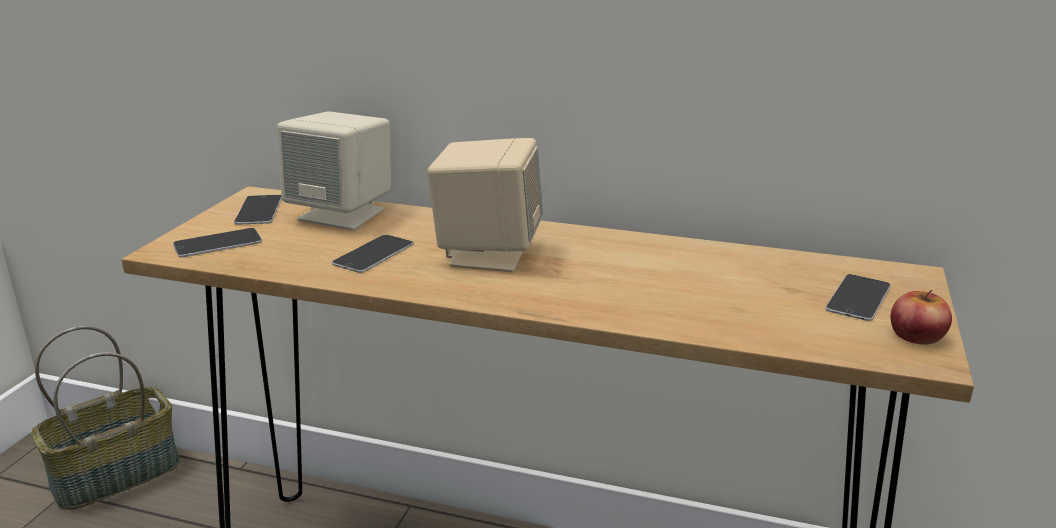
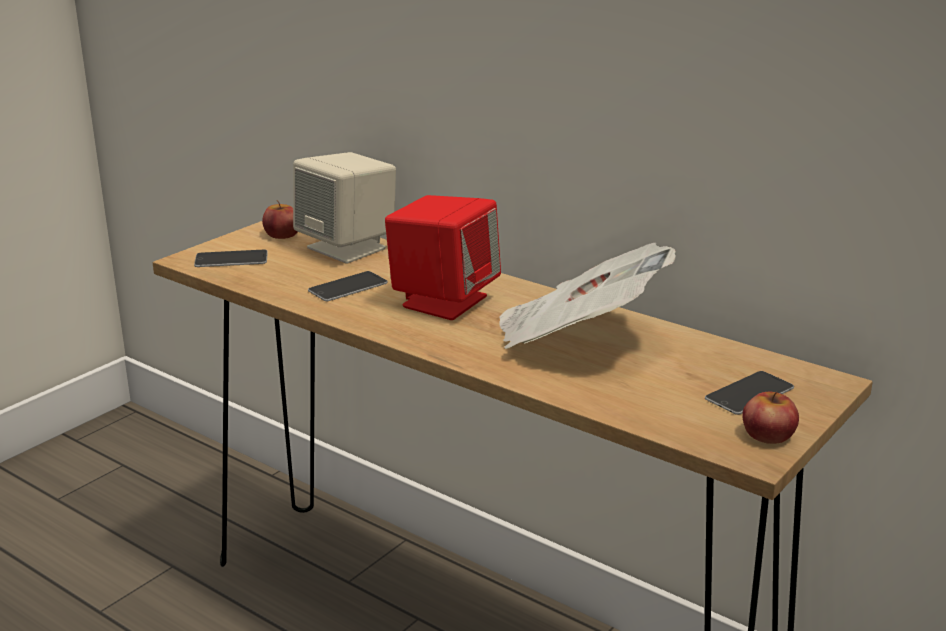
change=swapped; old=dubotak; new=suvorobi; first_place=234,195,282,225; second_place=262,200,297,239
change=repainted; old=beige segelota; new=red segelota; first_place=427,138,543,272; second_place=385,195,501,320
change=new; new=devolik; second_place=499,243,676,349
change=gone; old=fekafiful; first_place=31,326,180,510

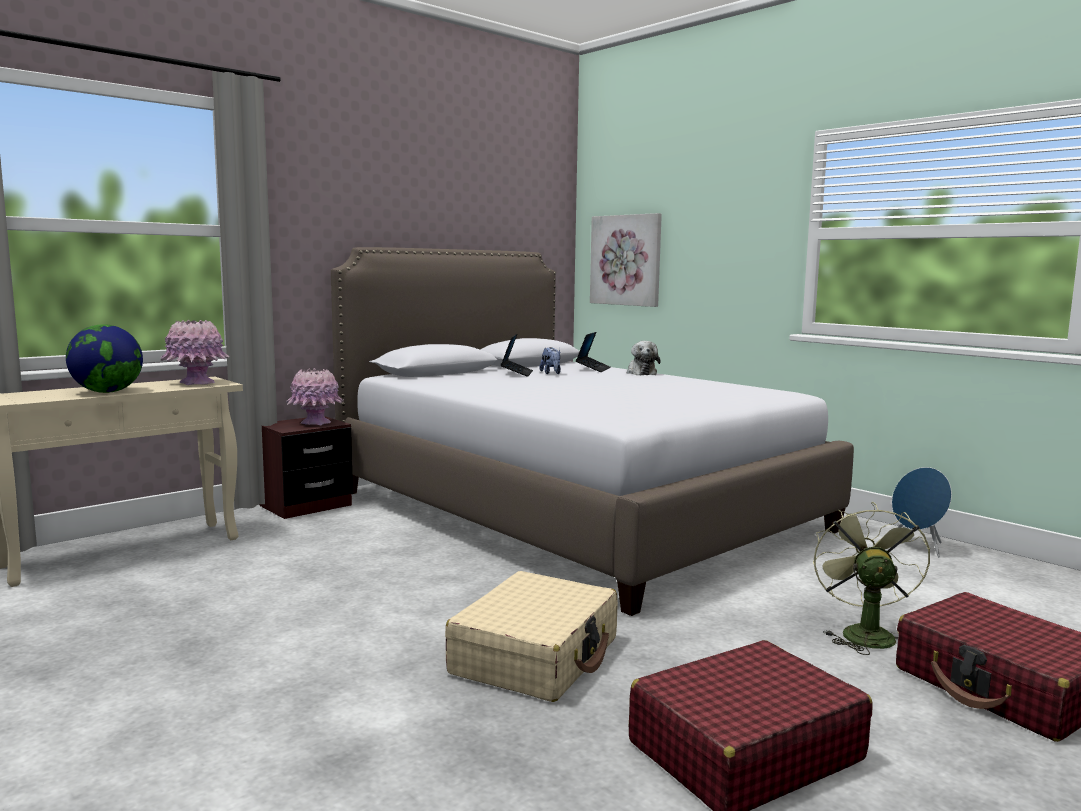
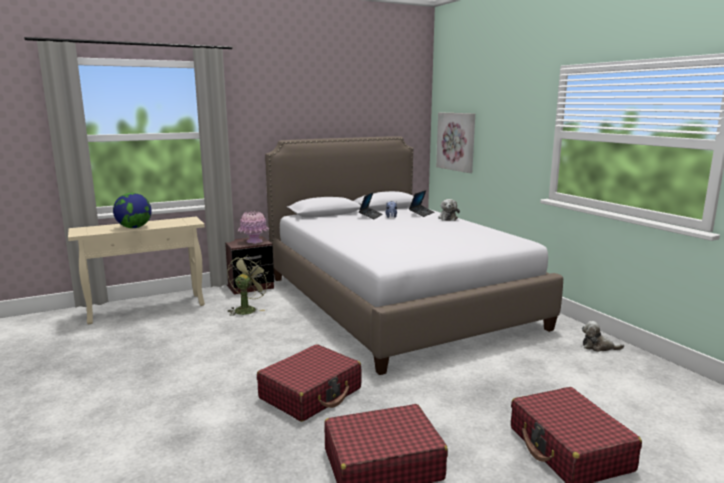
change=shifted; old=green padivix; first_place=813,502,930,655; second_place=227,255,269,316
change=repainted; old=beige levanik; new=red levanik; first_place=445,571,618,702; second_place=257,344,361,422
change=swapped; old=blue segelota; new=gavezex; first_place=892,467,952,558; second_place=582,321,624,352
change=gone; old=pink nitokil; first_place=161,319,229,385

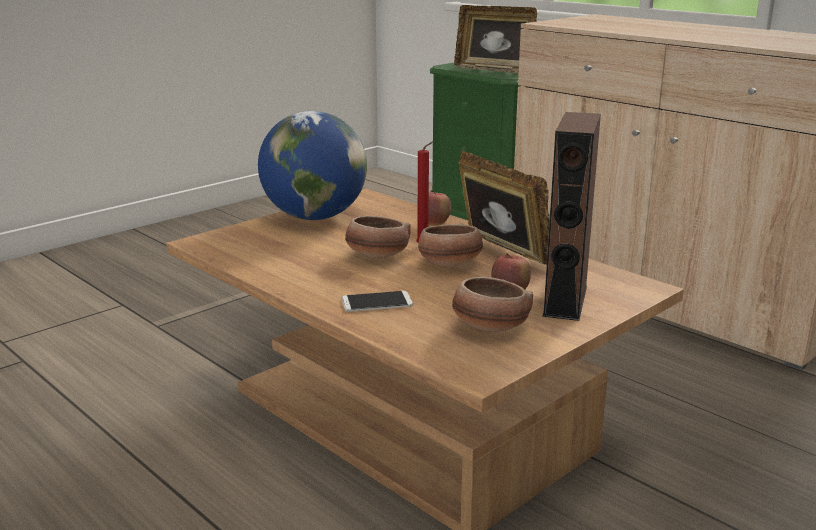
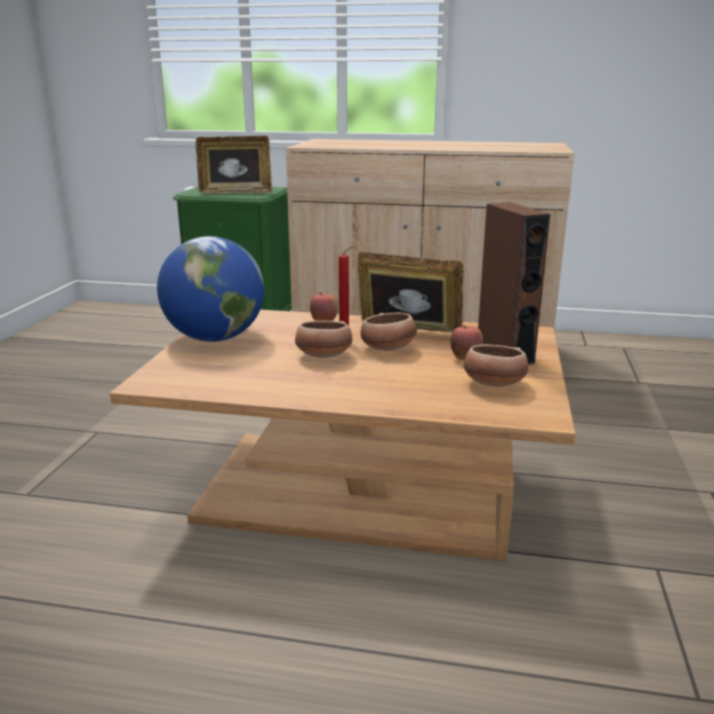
change=gone; old=dubotak; first_place=342,291,413,312

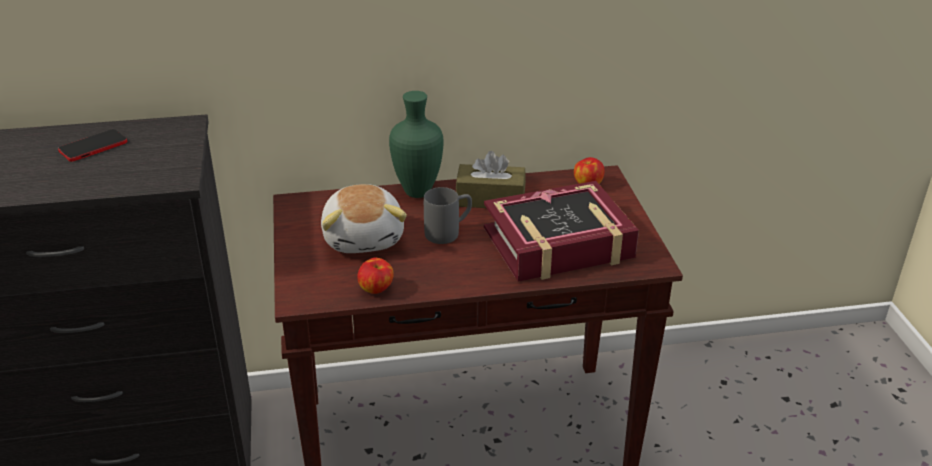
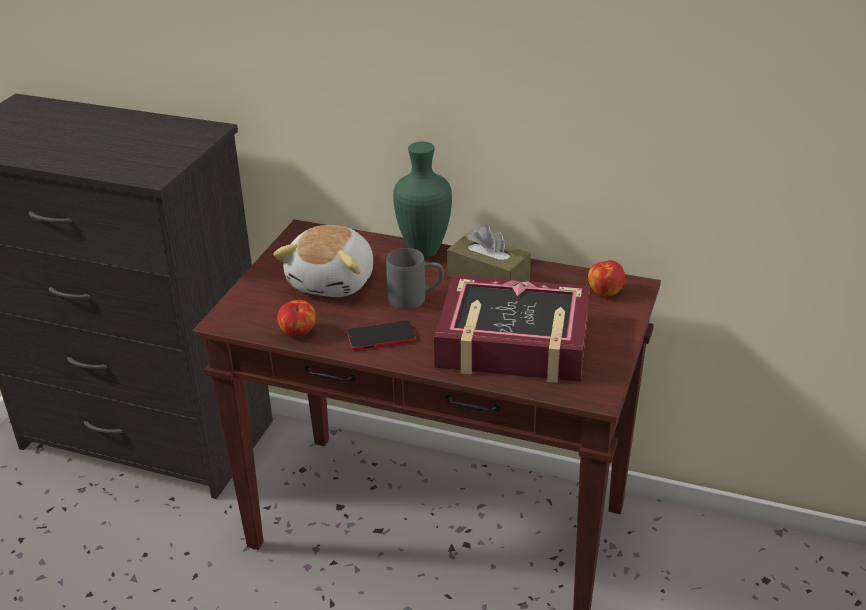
change=shifted; old=dubotak; first_place=58,129,127,162; second_place=347,321,416,351

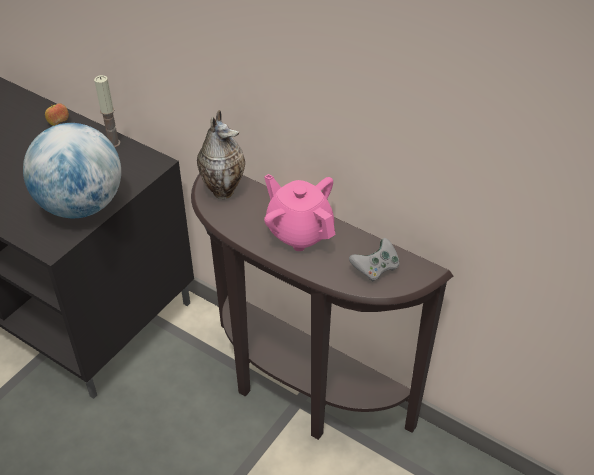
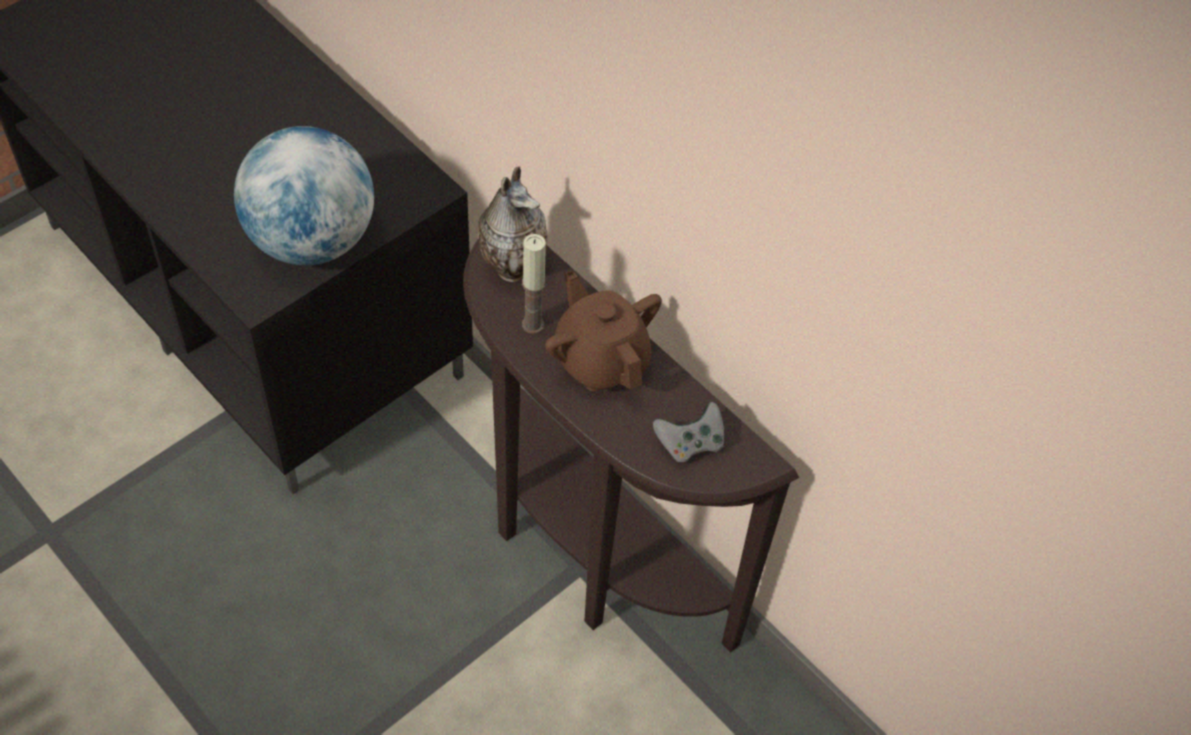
change=shifted; old=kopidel; first_place=94,75,121,147; second_place=522,234,546,334
change=repainted; old=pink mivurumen; new=brown mivurumen; first_place=264,174,336,251; second_place=545,270,662,391
change=gone; old=suvorobi; first_place=45,103,69,126

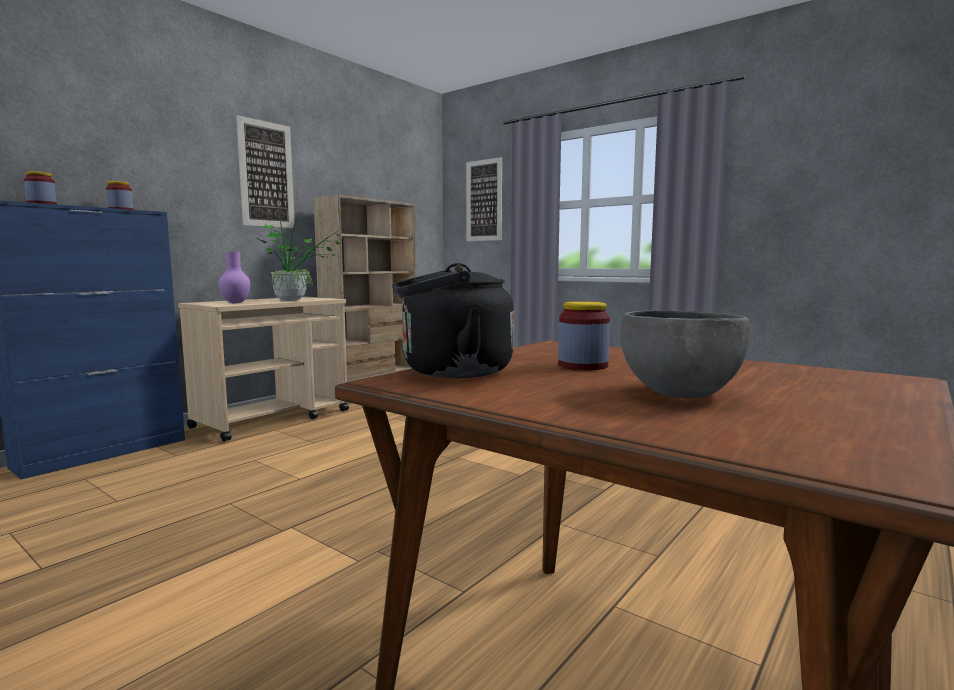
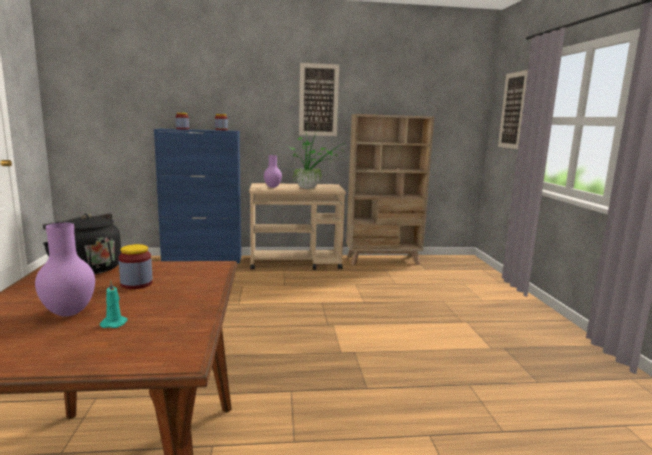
change=swapped; old=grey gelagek; new=purple nitokil; first_place=620,310,751,398; second_place=35,223,95,317
change=new; new=turquoise kopidel; second_place=100,280,128,328

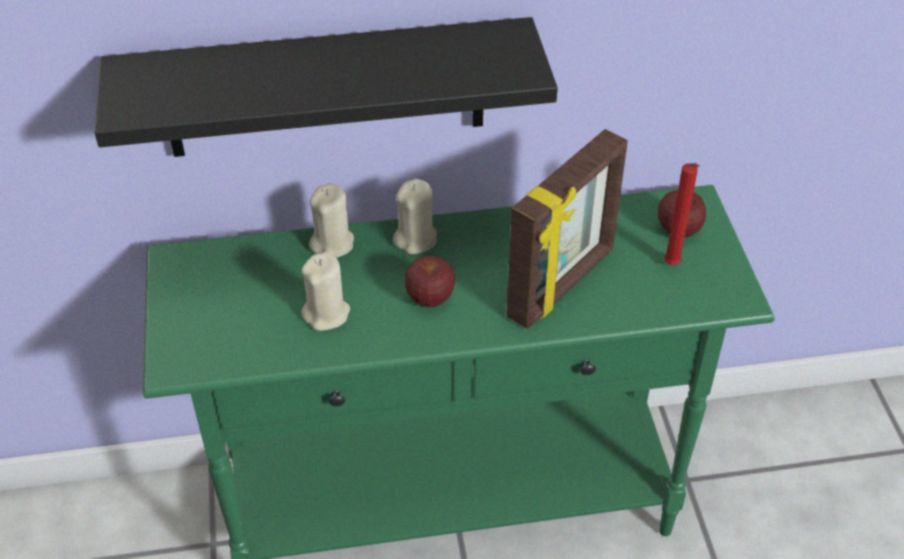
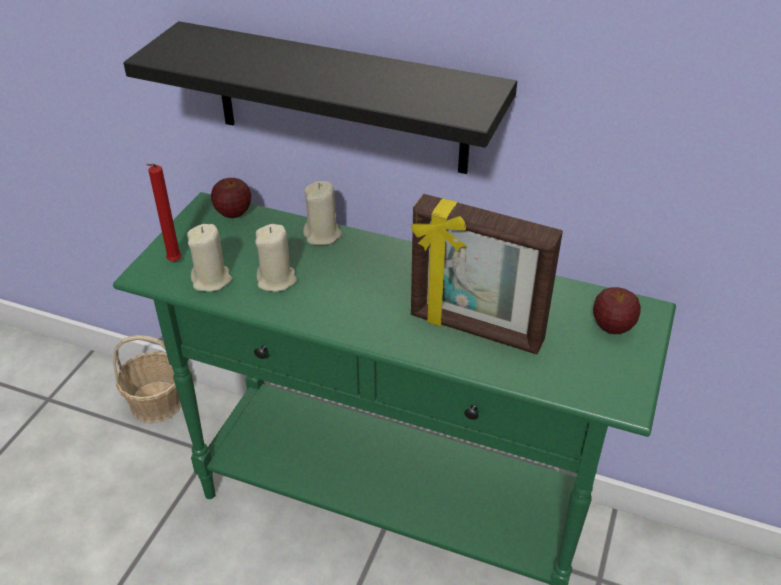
change=new; new=fekafiful; second_place=113,335,181,423
change=shifted; old=red kopidel; first_place=664,163,700,265; second_place=147,164,182,261
change=shifted; old=beige kopidel; first_place=393,179,437,254; second_place=187,224,232,292
change=shifted; old=suvorobi; first_place=405,256,455,307; second_place=211,178,251,218
change=rotated; old=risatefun; first_place=506,129,628,329; second_place=411,194,563,354; degrees=45

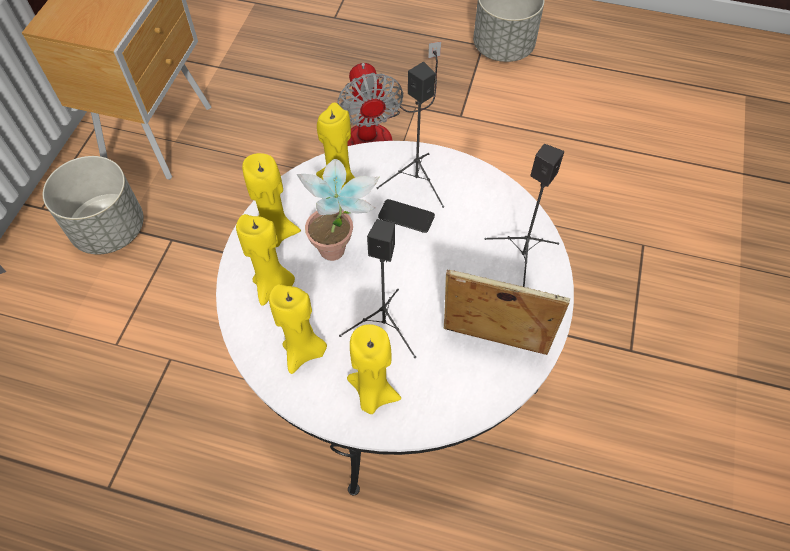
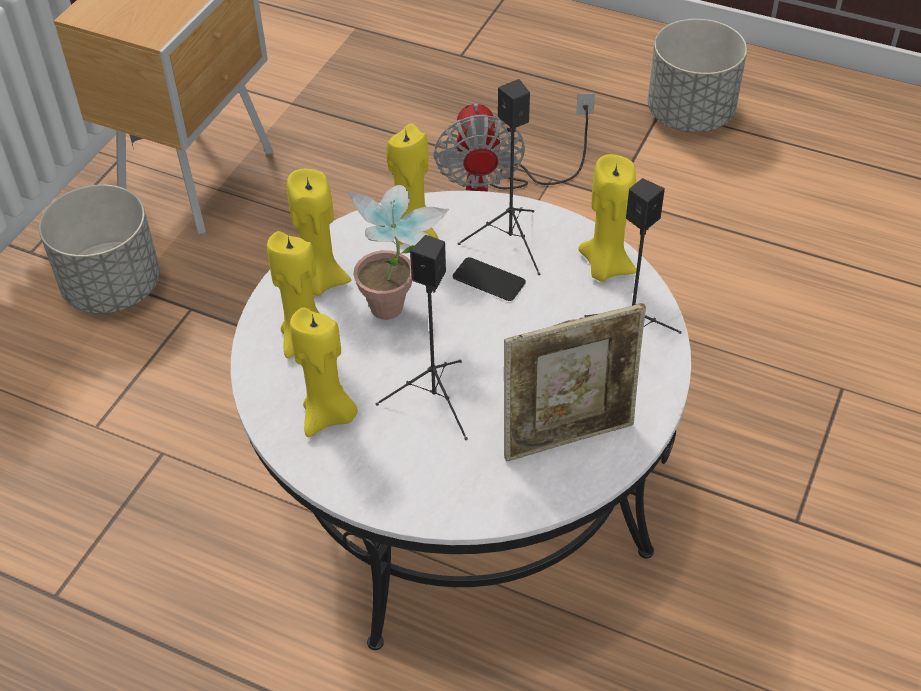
change=rotated; old=risatefun; first_place=444,270,570,355; second_place=504,303,646,462; degrees=135
change=shifted; old=yellow kopidel; first_place=347,324,401,414; second_place=578,154,636,282

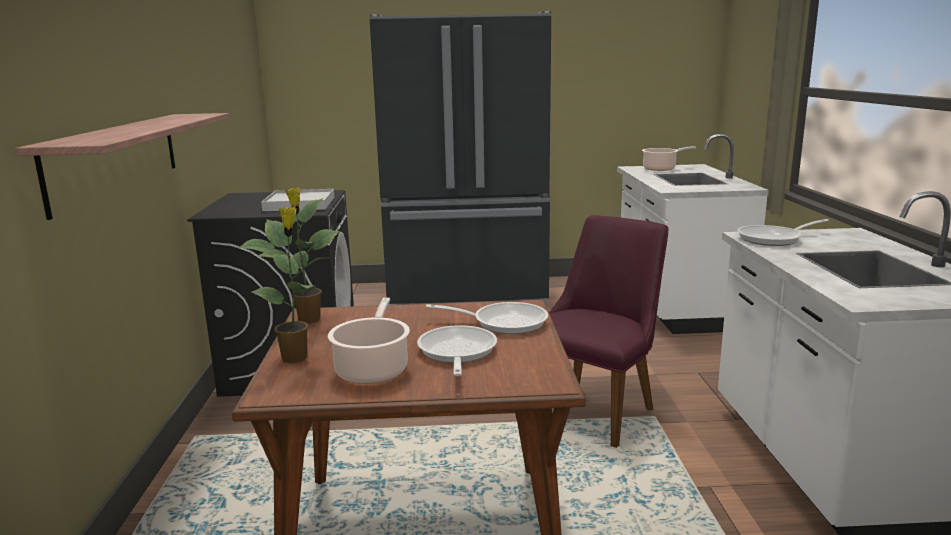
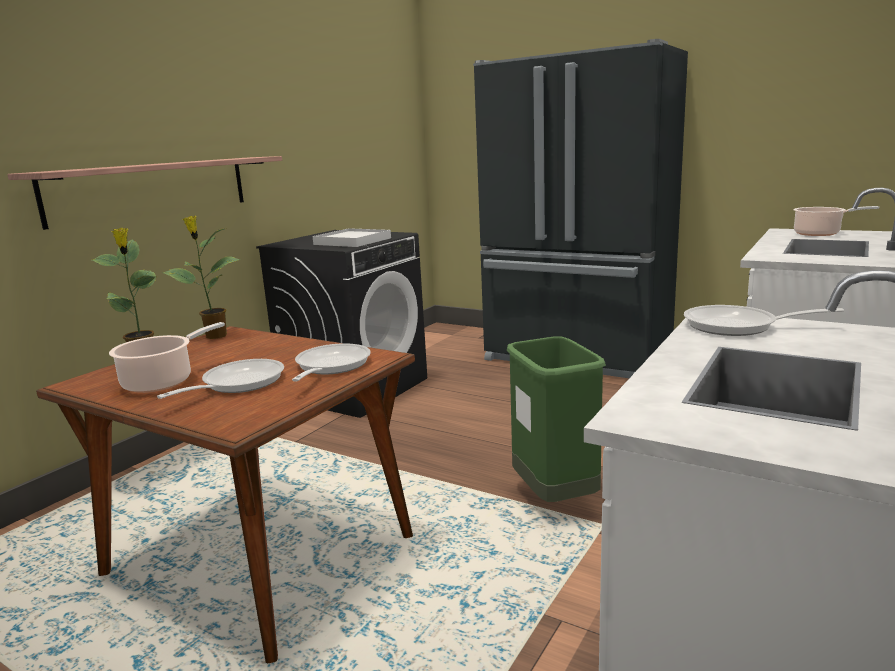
change=rotated; old=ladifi; first_place=426,302,548,334; second_place=292,343,371,382; degrees=-120
change=swapped; old=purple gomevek; new=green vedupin; first_place=549,215,668,448; second_place=507,336,606,502

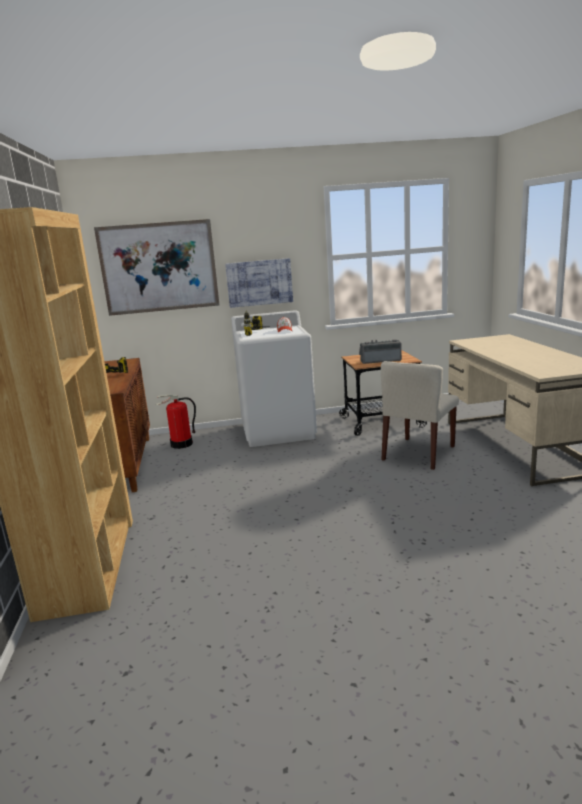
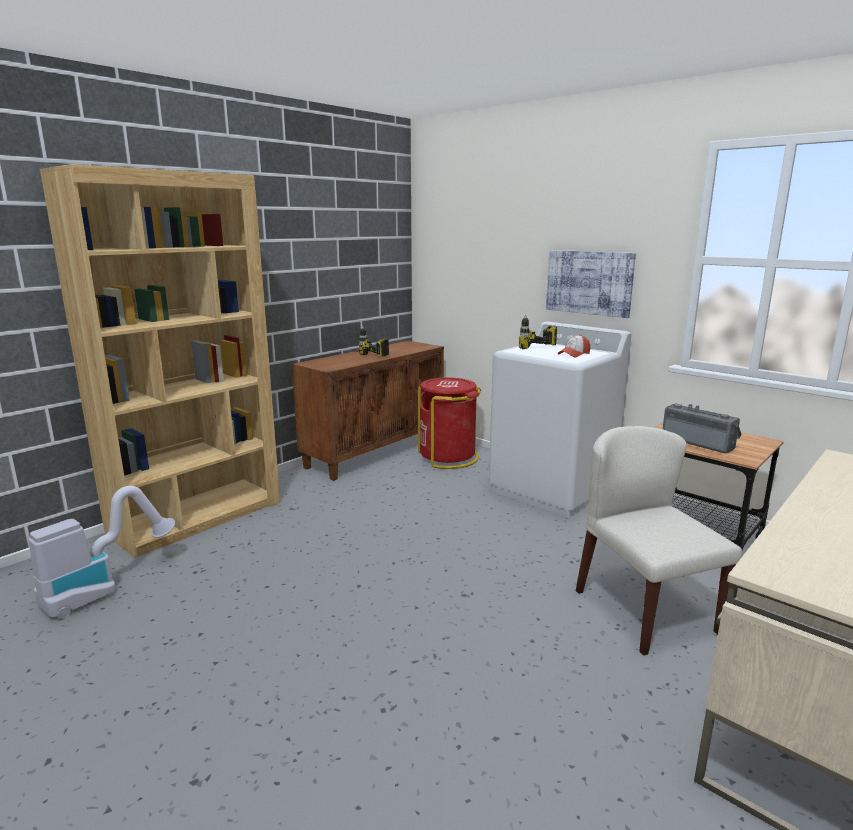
change=new; new=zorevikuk; second_place=29,486,175,619
change=swapped; old=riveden; new=red vedupin; first_place=156,395,196,449; second_place=418,377,481,469
change=rotated; old=beige gomevek; first_place=381,361,459,470; second_place=576,426,742,656; degrees=75
change=gone; old=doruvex; first_place=94,219,219,316

